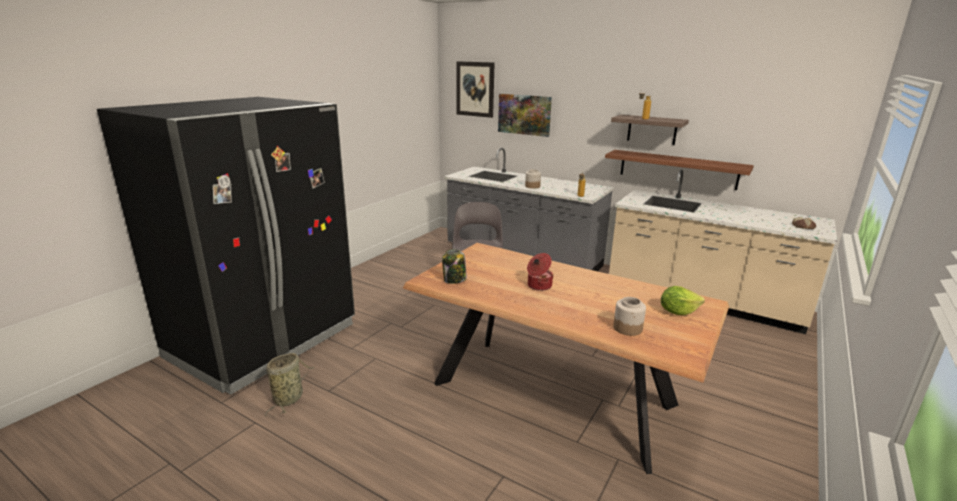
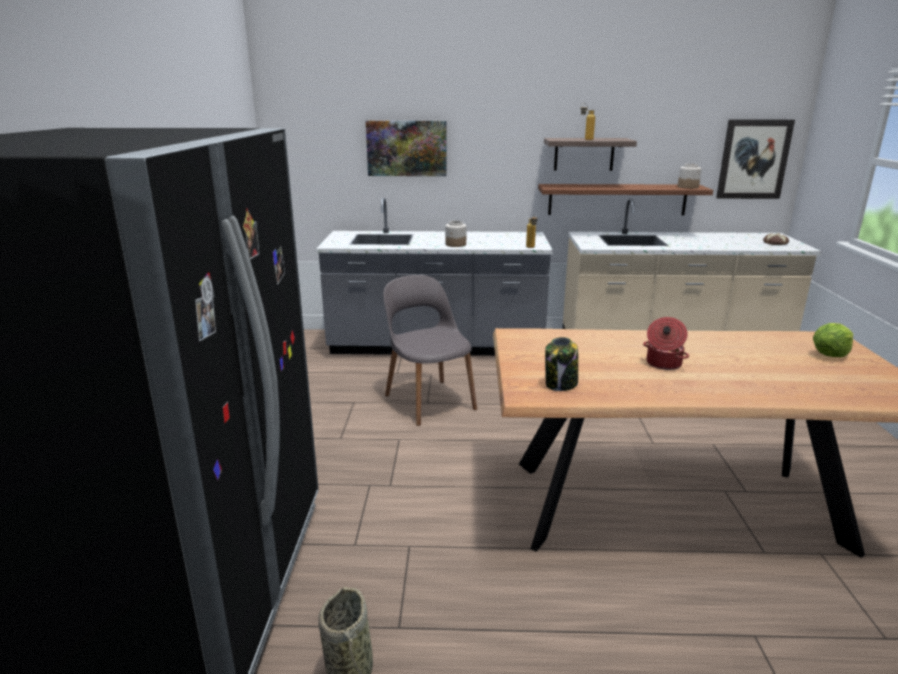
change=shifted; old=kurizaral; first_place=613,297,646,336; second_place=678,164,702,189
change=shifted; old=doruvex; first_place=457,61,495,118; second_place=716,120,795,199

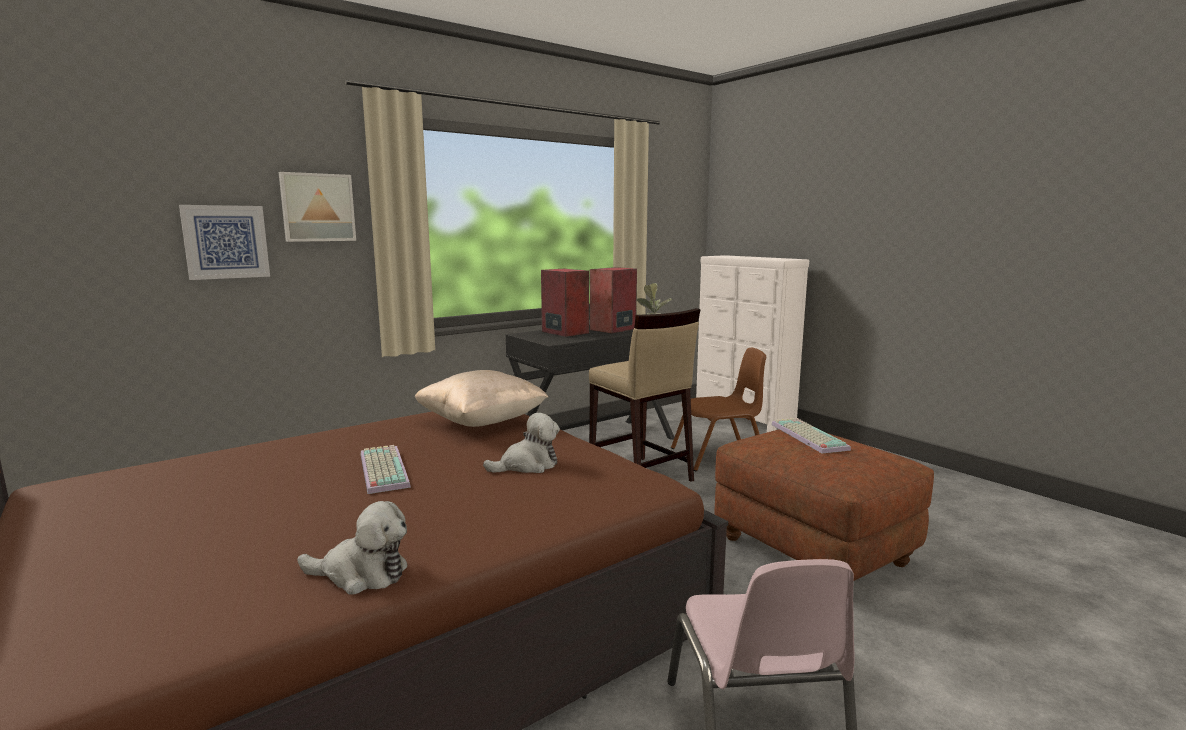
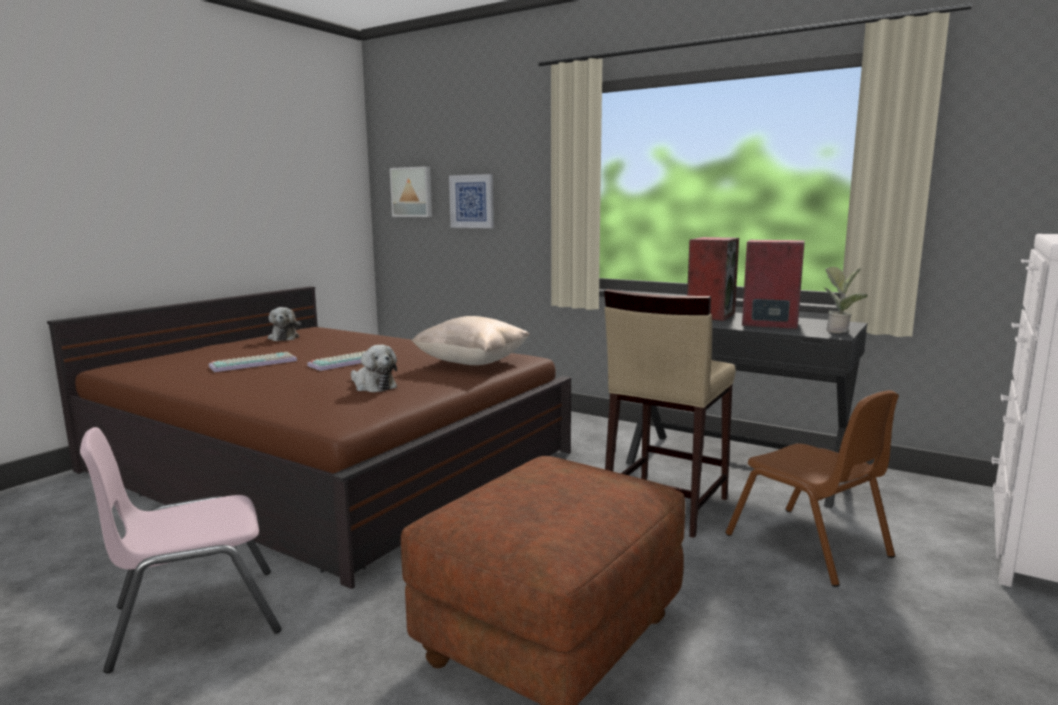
change=shifted; old=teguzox; first_place=771,418,851,454; second_place=209,352,297,372
change=shifted; old=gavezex; first_place=297,501,408,594; second_place=268,307,301,341
change=shifted; old=doruvex; first_place=279,172,356,242; second_place=390,166,432,217

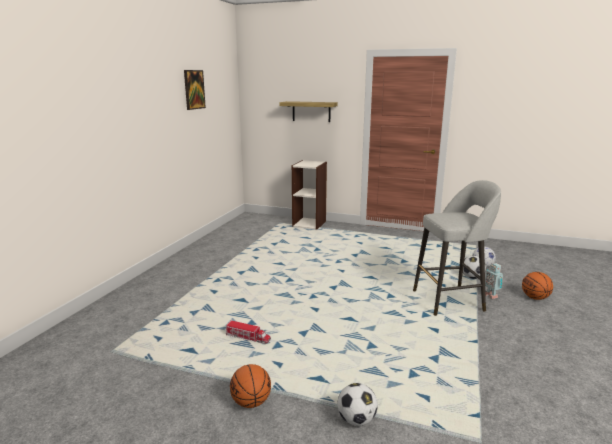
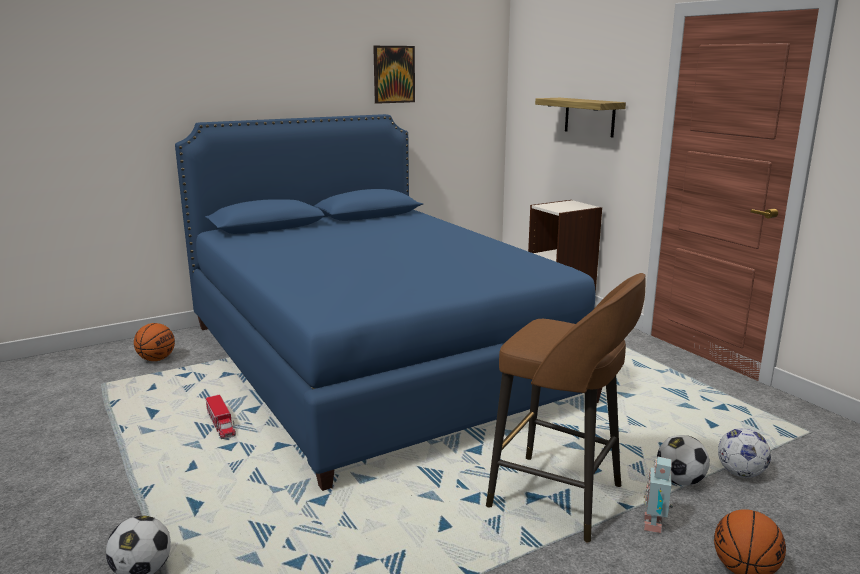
change=shifted; old=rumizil; first_place=230,364,271,408; second_place=134,323,175,361
change=new; new=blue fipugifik; second_place=175,114,602,491
change=repainted; old=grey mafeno; new=brown mafeno; first_place=413,180,501,316; second_place=486,273,646,543

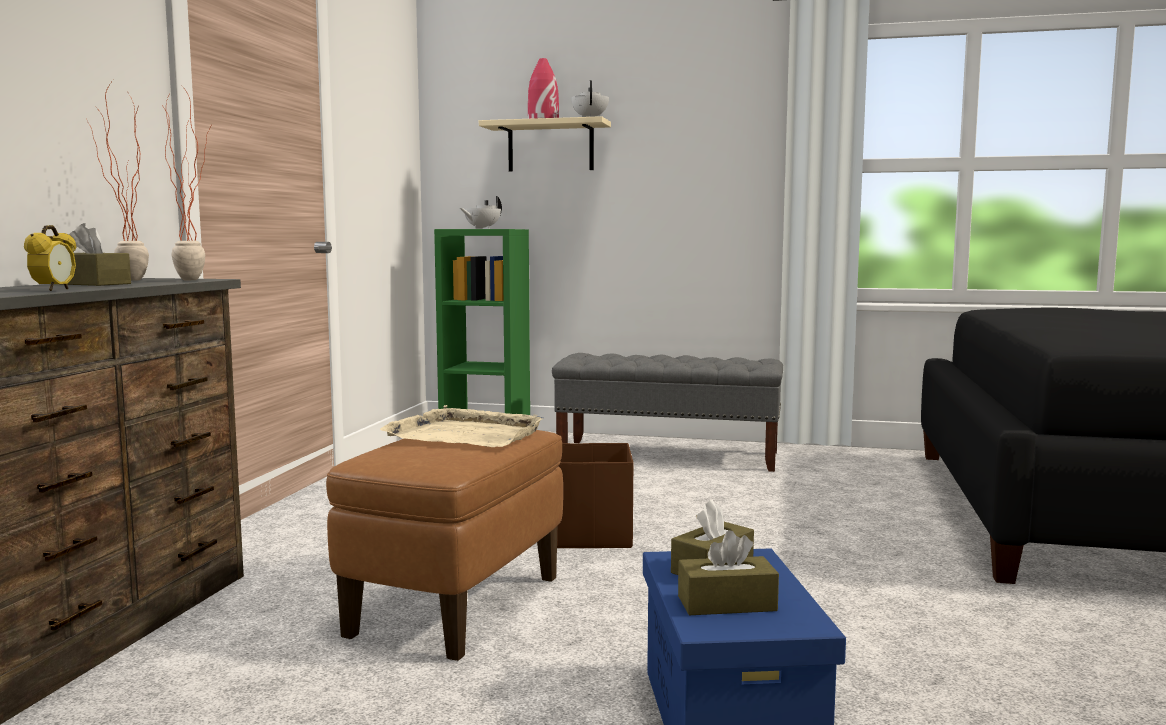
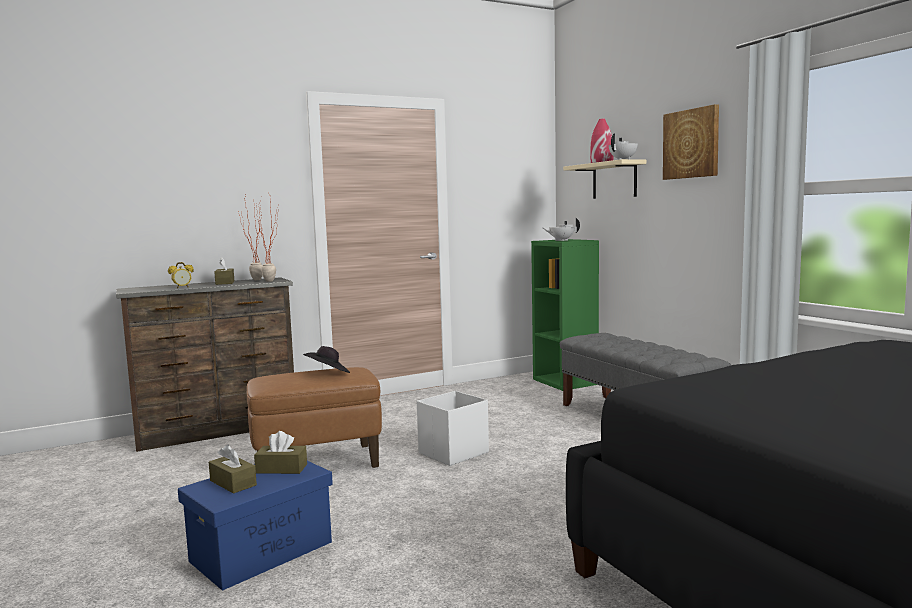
change=swapped; old=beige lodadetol; new=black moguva; first_place=380,405,543,447; second_place=303,346,350,373
change=repainted; old=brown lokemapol; new=white lokemapol; first_place=557,443,633,548; second_place=417,391,489,466
change=new; new=doruvex; second_place=663,104,719,180

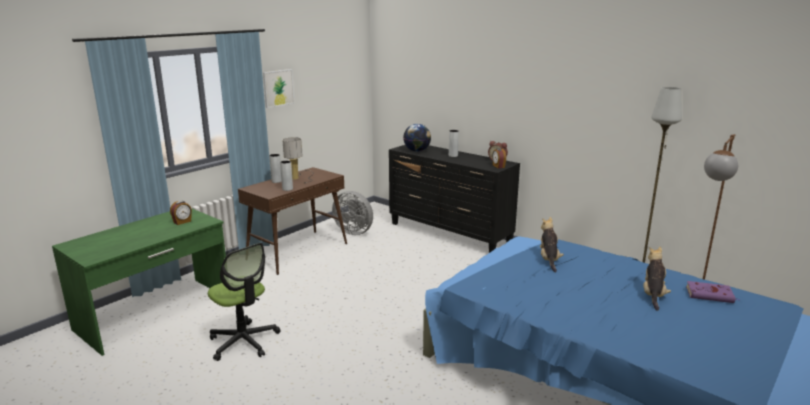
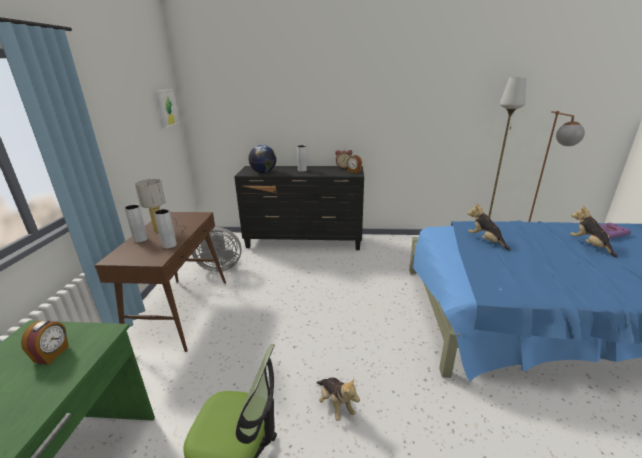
change=shifted; old=doruvex; first_place=263,69,295,108; second_place=155,89,180,128
change=new; new=gavezex; second_place=316,378,360,421

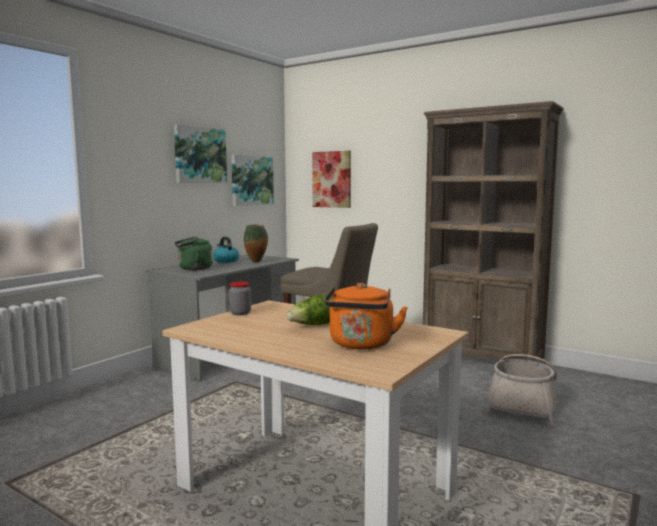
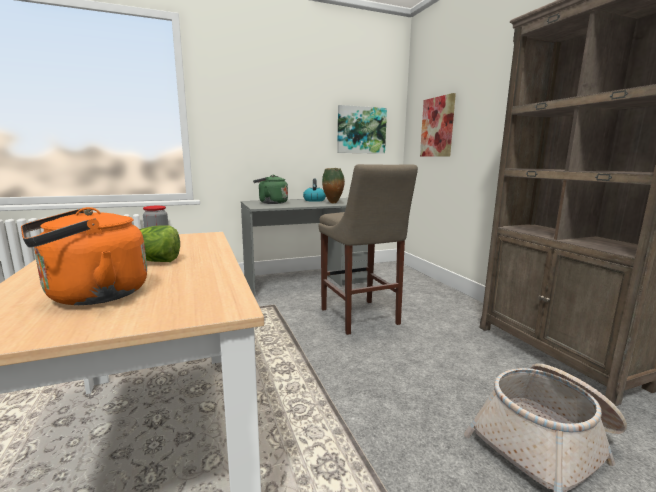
change=gone; old=doruvex; first_place=174,124,227,183

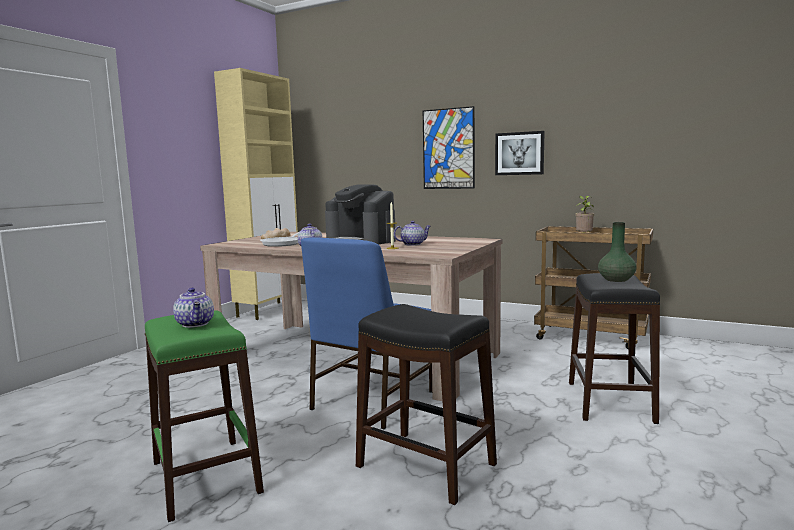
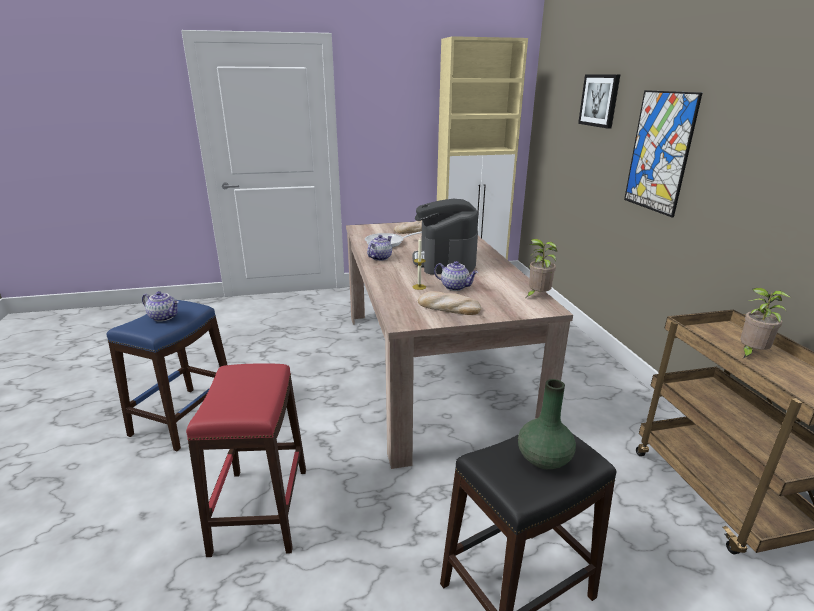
change=repainted; old=green mafeno; new=blue mafeno; first_place=145,310,264,522; second_place=106,300,227,451
change=rotated; old=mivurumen; first_place=173,288,214,328; second_place=142,291,179,322; degrees=-90
change=repainted; old=black mafeno; new=red mafeno; first_place=356,304,497,505; second_place=186,363,306,557
change=new; new=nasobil; second_place=418,291,481,315
change=new; new=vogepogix; second_place=527,239,557,297
change=shifted; old=doruvex; first_place=495,131,545,175; second_place=578,74,620,129
change=gone; old=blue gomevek; first_place=301,237,432,429

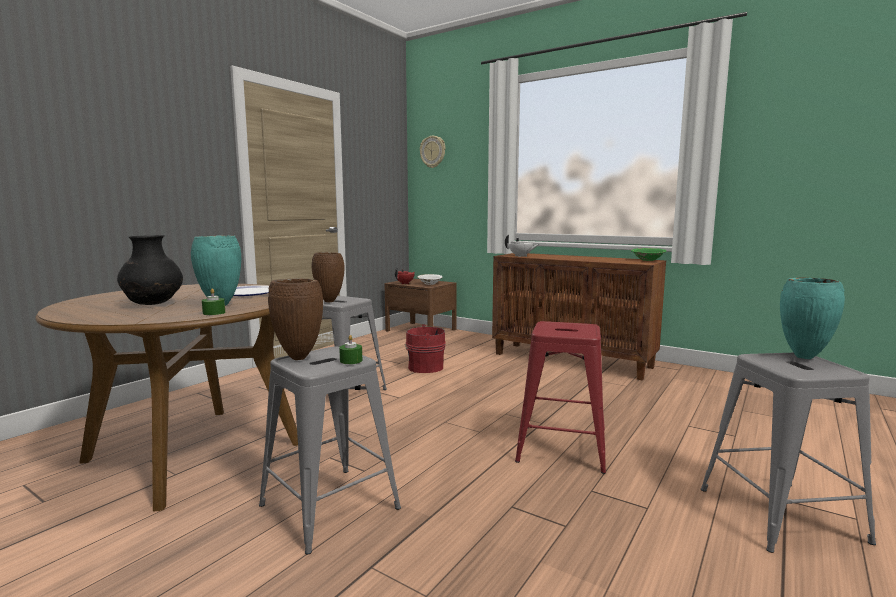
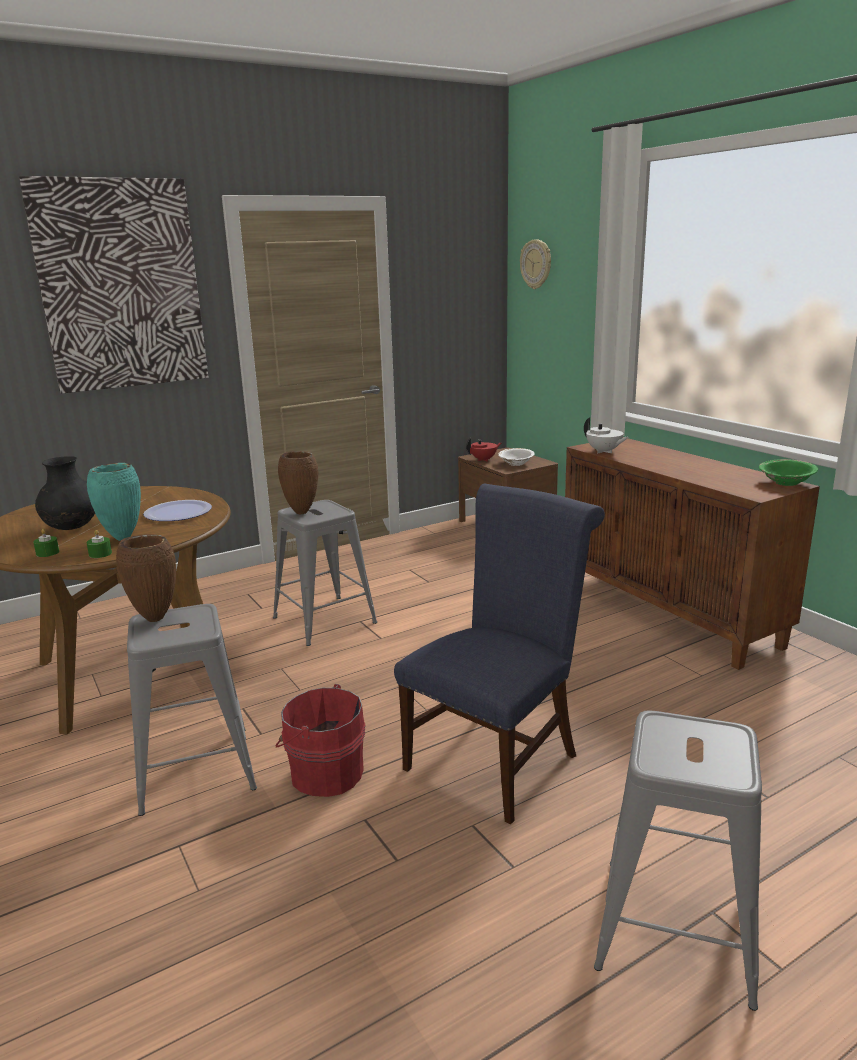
change=new; new=doruvex; second_place=19,176,208,394
change=shifted; old=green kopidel; first_place=339,335,362,364; second_place=33,529,59,557
change=shifted; old=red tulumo; first_place=405,324,446,373; second_place=276,684,366,797
change=swapped; old=red mafeno; new=blue gomevek; first_place=515,321,606,474; second_place=394,484,605,824
change=gone; old=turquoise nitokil; first_place=780,278,845,359

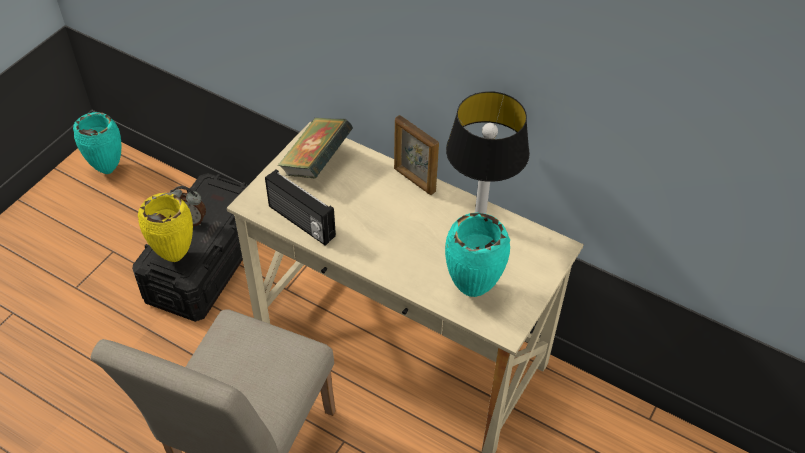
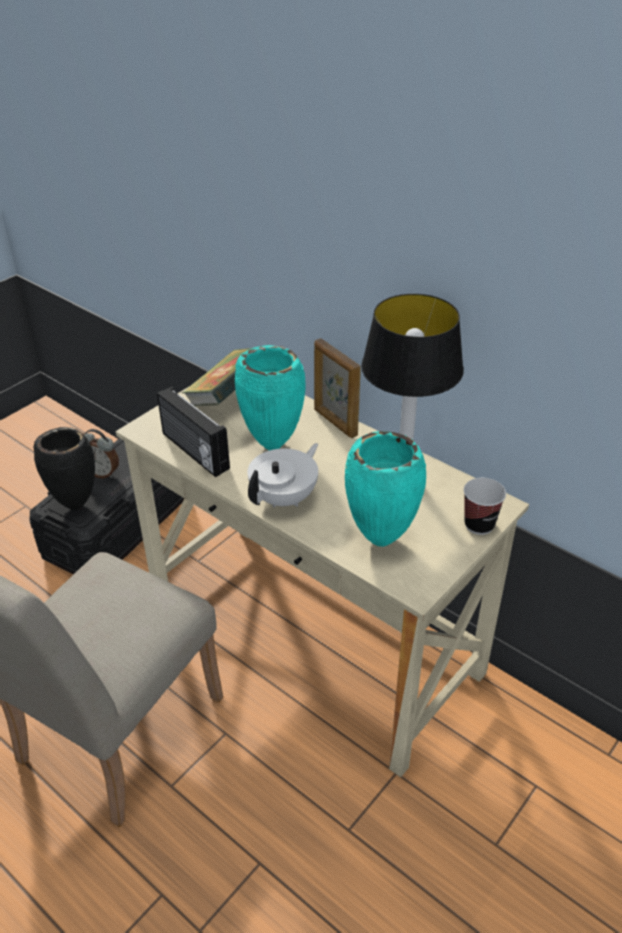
change=repainted; old=yellow nitokil; new=black nitokil; first_place=138,193,193,262; second_place=33,427,95,510
change=shifted; old=turquoise nitokil; first_place=73,112,122,174; second_place=235,345,306,451
change=new; new=white mivurumen; second_place=247,443,318,507
change=new; new=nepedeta; second_place=464,478,506,535

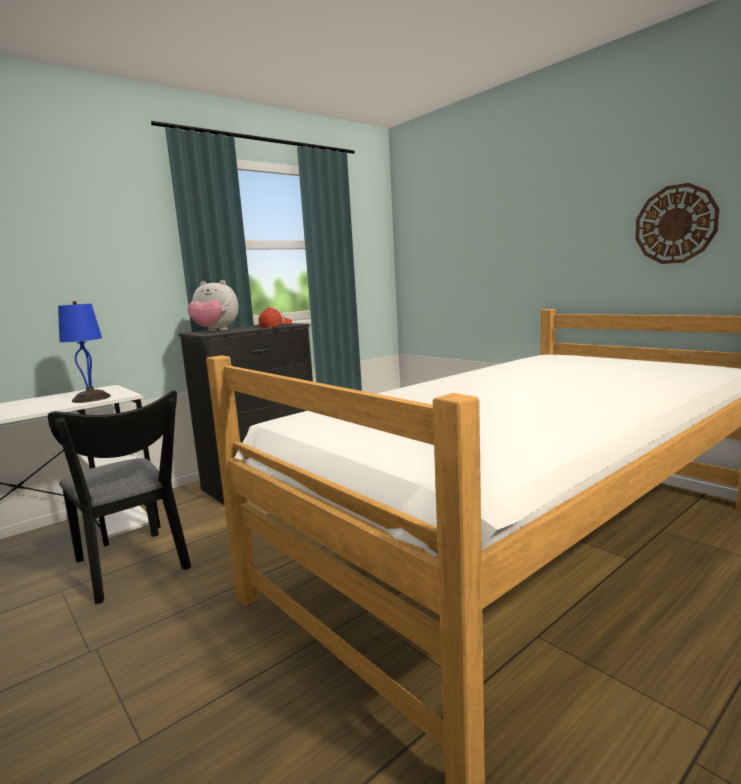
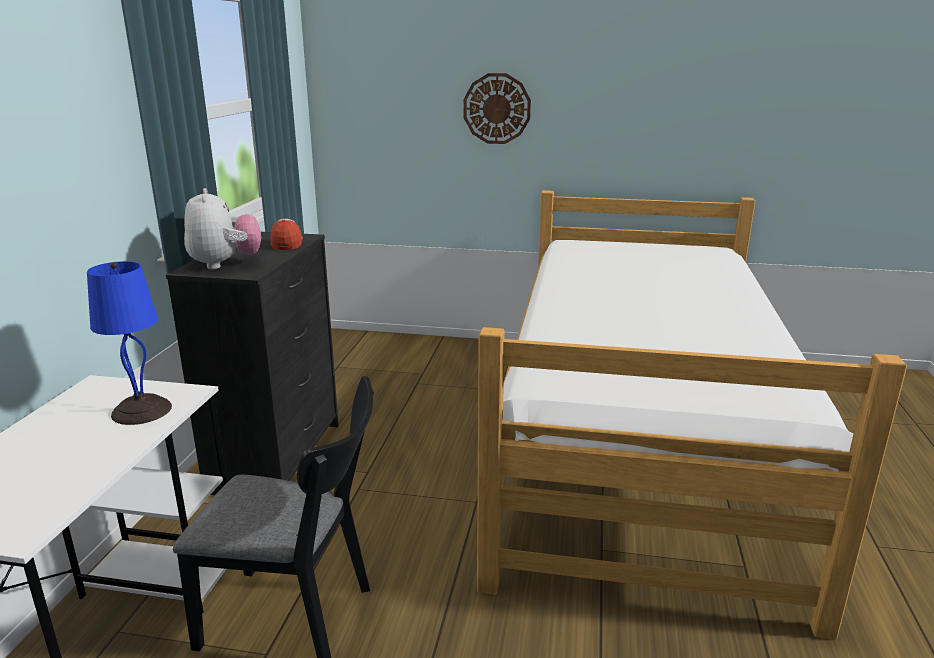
change=rotated; old=gavezex; first_place=187,280,239,331; second_place=184,188,261,269; degrees=-75
change=shifted; old=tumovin; first_place=635,183,720,264; second_place=463,73,531,144

